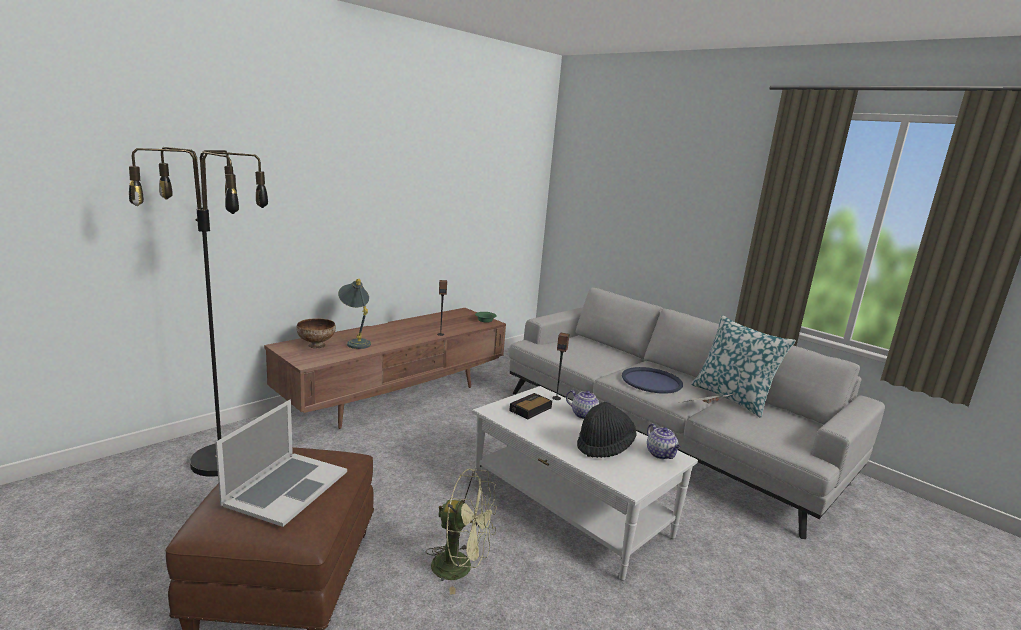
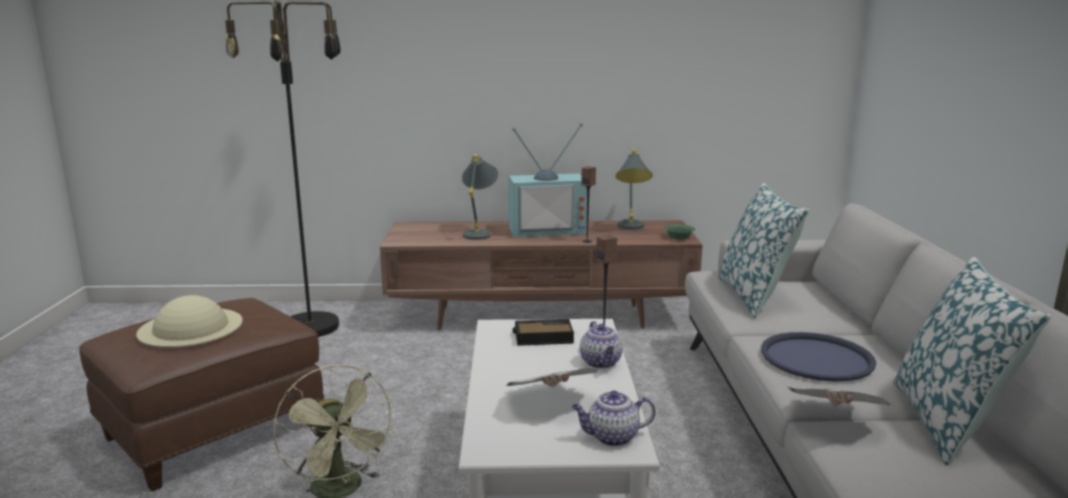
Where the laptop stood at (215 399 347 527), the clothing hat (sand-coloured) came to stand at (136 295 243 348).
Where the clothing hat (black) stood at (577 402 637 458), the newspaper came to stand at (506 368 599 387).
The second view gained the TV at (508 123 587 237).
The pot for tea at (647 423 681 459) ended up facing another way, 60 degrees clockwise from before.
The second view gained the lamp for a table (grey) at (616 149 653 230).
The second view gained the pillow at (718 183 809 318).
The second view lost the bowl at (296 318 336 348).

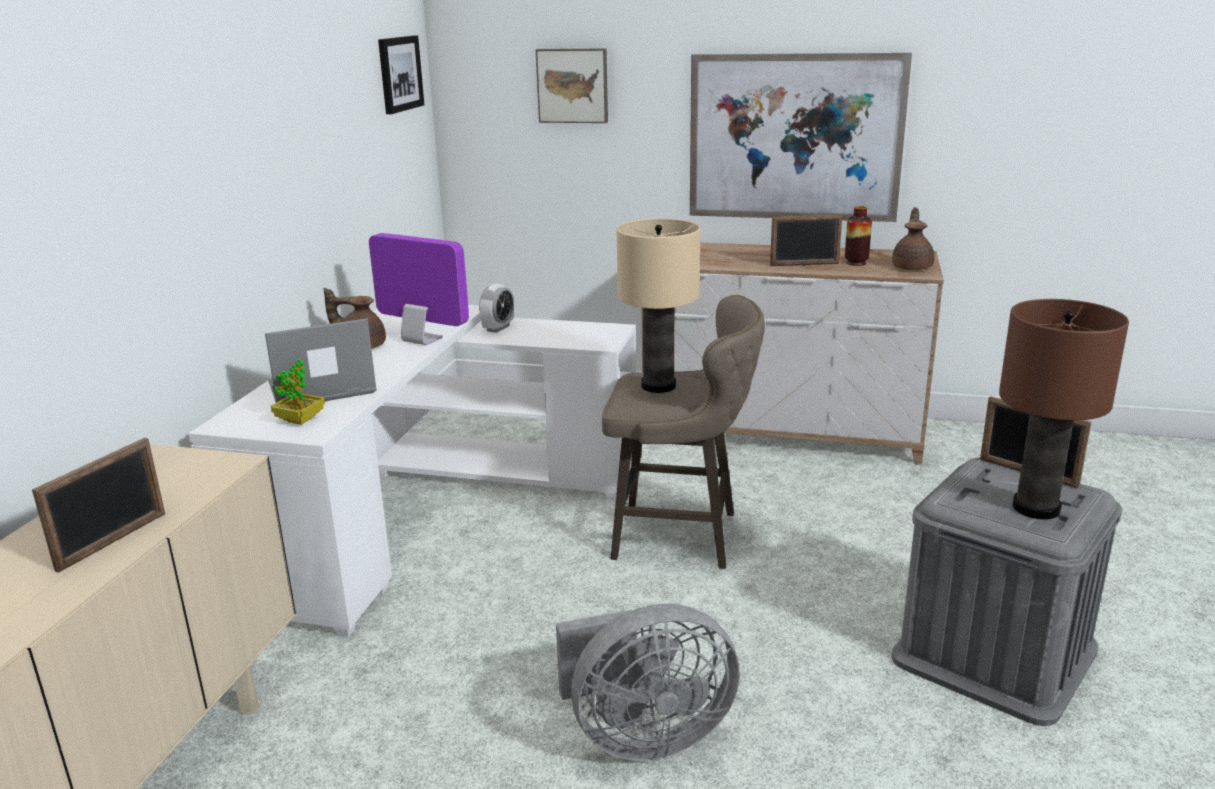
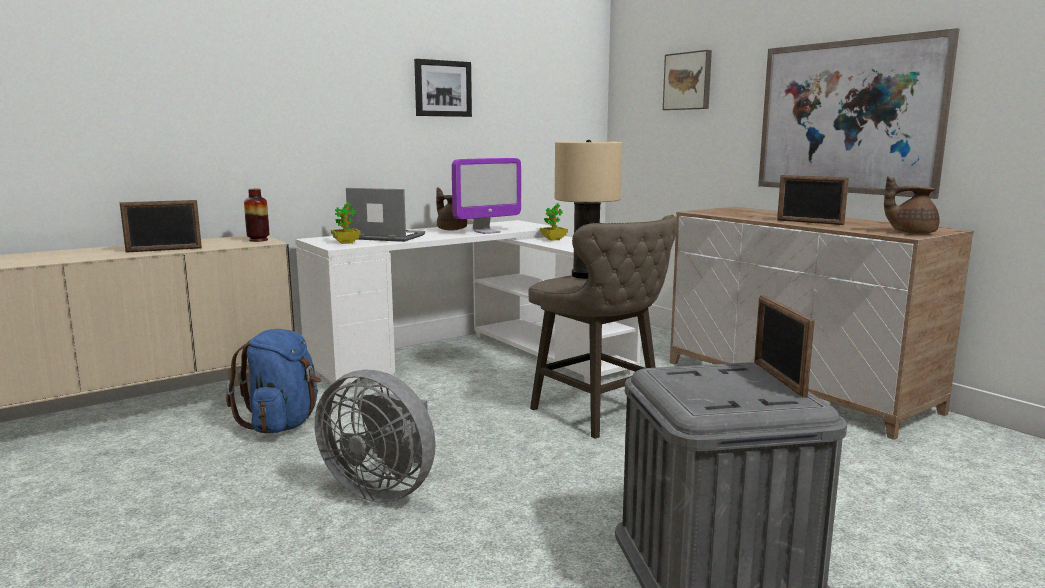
The second view gained the rucksack (blue) at (226 329 321 434).
The vase ended up elsewhere, having gone from (845 206 872 266) to (244 189 269 242).
The wall art ended up elsewhere, having gone from (378 35 424 114) to (414 59 472 117).
The computer display at (369 233 469 345) ended up facing another way, 75 degrees clockwise from before.
Where the bedside clock stood at (479 284 514 333), the plant in a pot came to stand at (540 203 568 241).
The pot for tea (brownish) at (892 207 934 270) ended up facing another way, 135 degrees counterclockwise from before.
The second view lost the lamp for a table (brownish) at (999 299 1129 519).

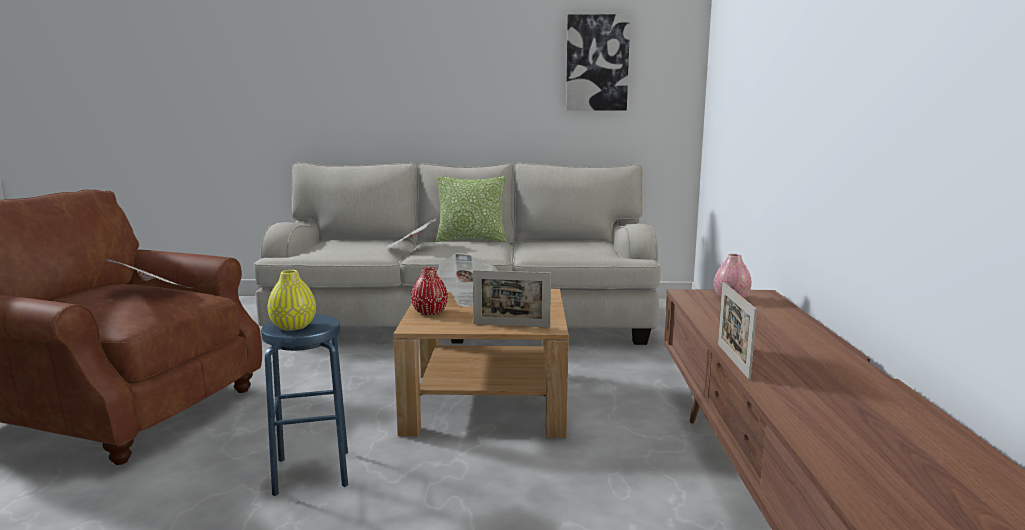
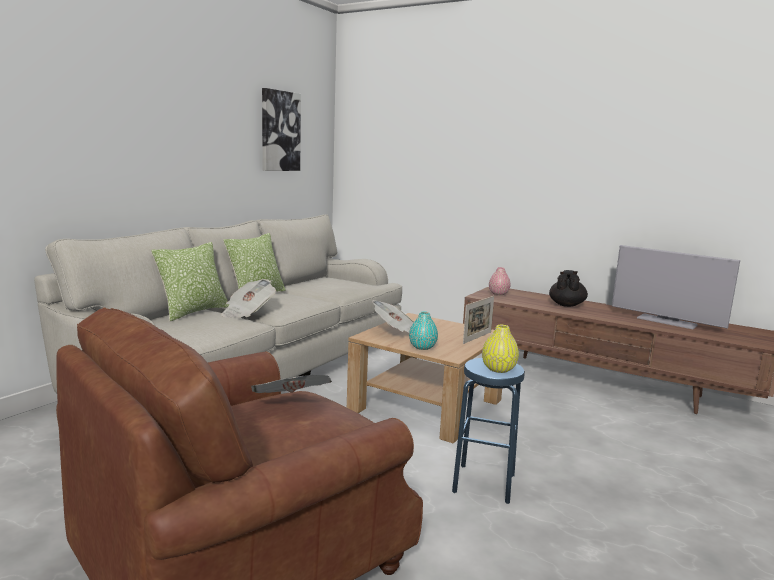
The second view gained the pillow at (151 242 229 321).
What was the vase (red) at (411 267 448 315) turned into the vase (turquoise-coloured) at (409 312 438 350).
The second view gained the pot for tea (black) at (549 270 588 307).
The second view gained the TV at (612 245 740 329).
The second view lost the standing frame at (718 282 757 380).

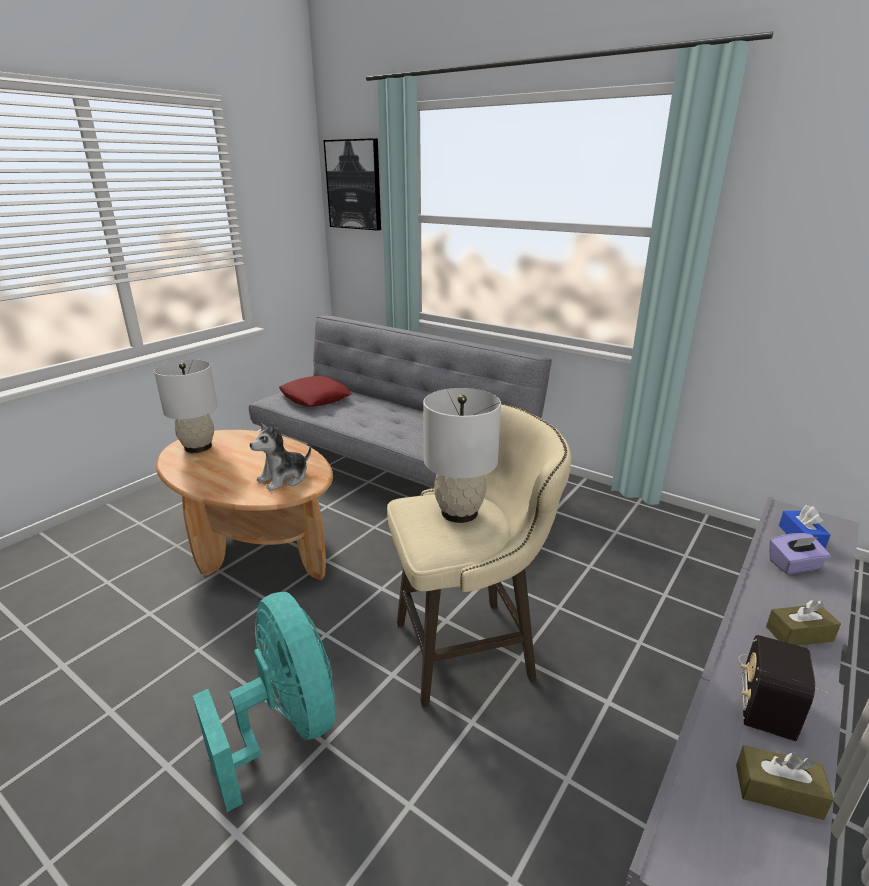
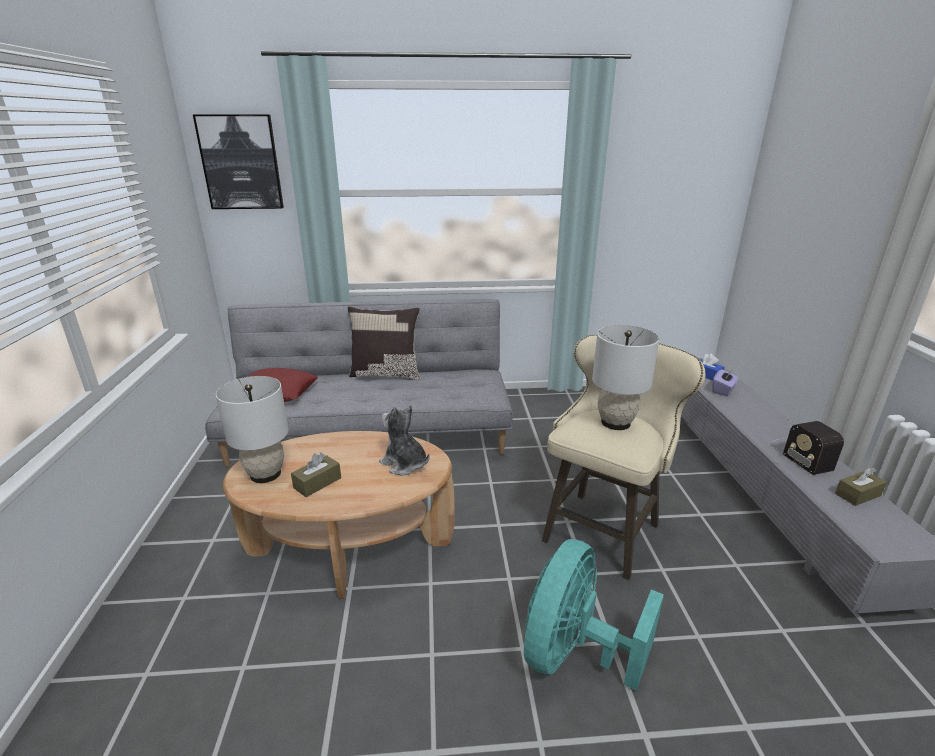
The tissue box (brownish) ended up elsewhere, having gone from (766 599 841 646) to (291 452 341 497).
The second view gained the pillow at (348 306 420 380).
The plush toy at (250 422 311 491) ended up facing another way, 120 degrees clockwise from before.
The fan (turquoise-coloured) at (193 592 335 812) ended up facing another way, 75 degrees counterclockwise from before.

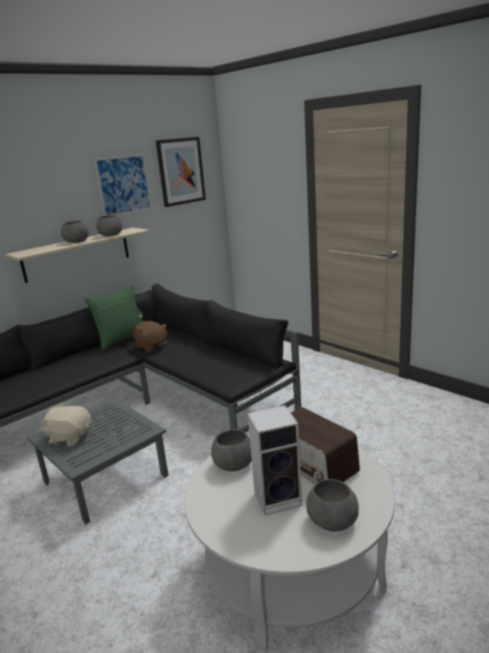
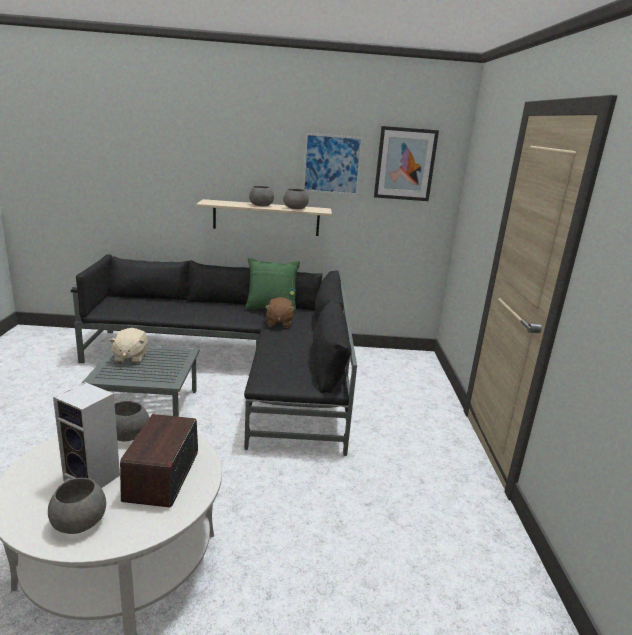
The plush toy (sand-coloured) at (41 403 91 446) ended up facing another way, 150 degrees counterclockwise from before.

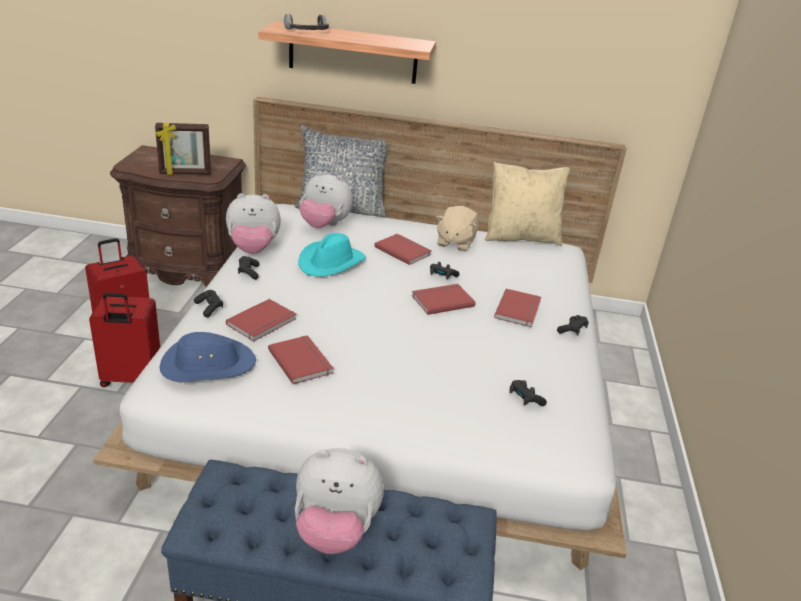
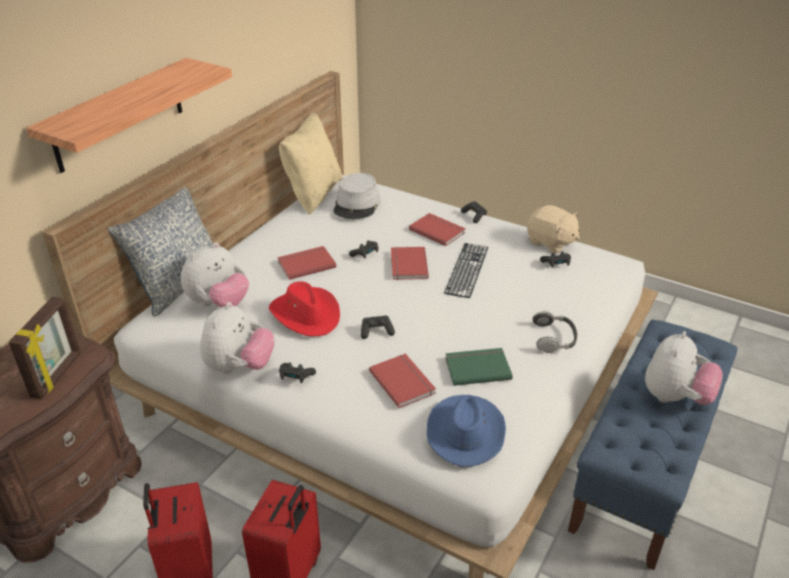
What was the clothing hat (turquoise-coloured) at (298 233 365 277) turned into the clothing hat (red) at (269 282 340 336).
The second view gained the clothing hat (grey) at (333 173 380 219).
The gamepad (black) ended up elsewhere, having gone from (194 290 223 317) to (361 315 395 339).
The second view gained the computer keyboard at (444 243 488 298).
What was the bound book (red) at (268 335 333 384) turned into the bound book (greenish) at (445 348 513 386).
The plush toy (sand-coloured) ended up elsewhere, having gone from (436 206 479 251) to (527 205 580 253).
The headphones ended up elsewhere, having gone from (284 14 329 30) to (532 311 577 353).

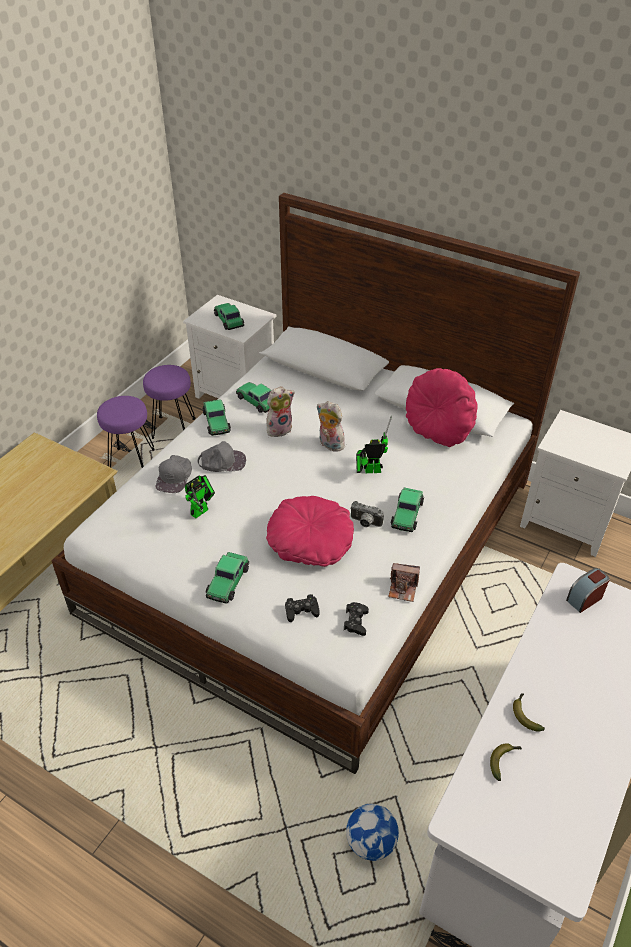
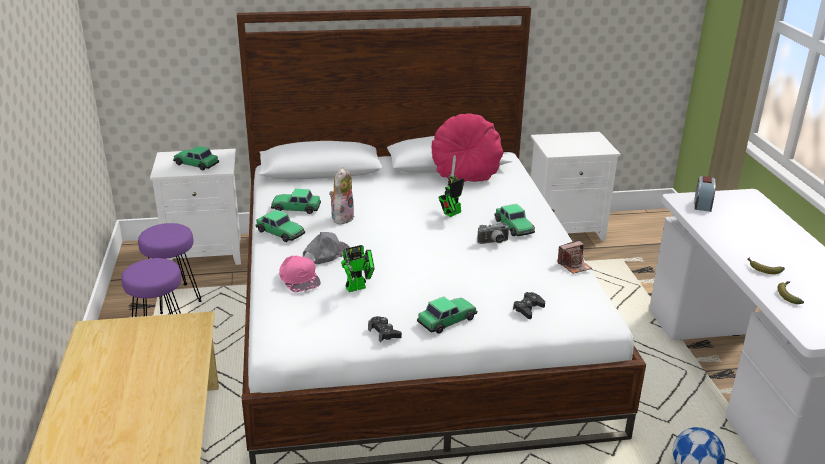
What was the peaked cap (grey) at (155 455 192 493) turned into the peaked cap (pinkish) at (279 255 321 292).
The toy robot at (185 475 215 518) ended up facing another way, 60 degrees clockwise from before.
The gamepad (black) ended up elsewhere, having gone from (344 602 369 636) to (368 316 402 342).
The model car at (205 552 249 604) ended up facing another way, 105 degrees counterclockwise from before.
The second view lost the pillow (pinkish) at (266 496 354 567).
The second view lost the plush toy at (316 401 345 452).

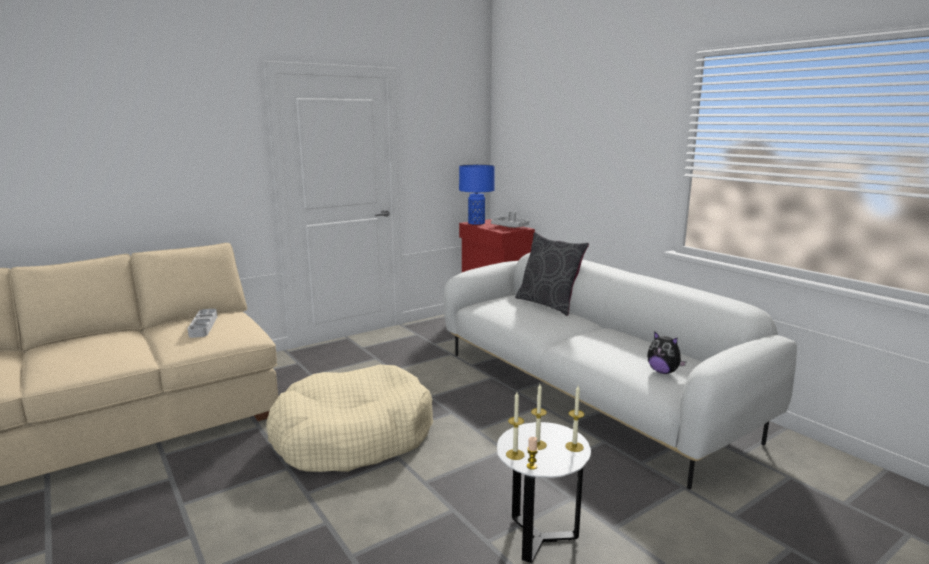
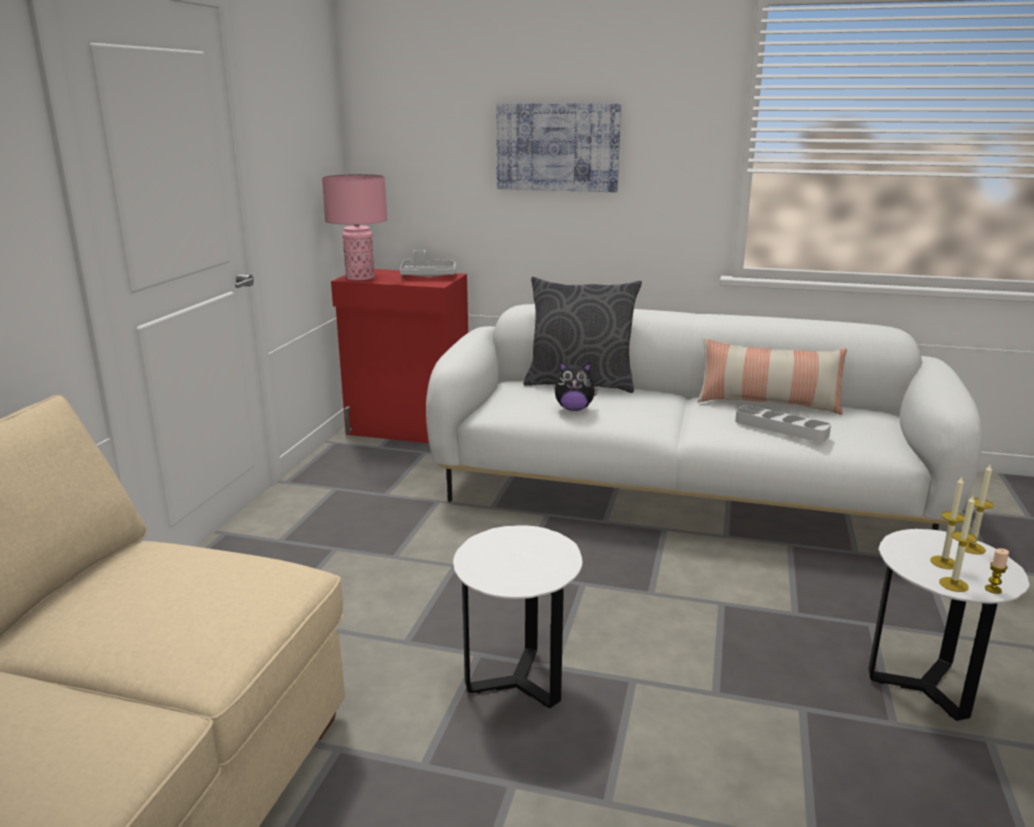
What was the lamp for a table (blue) at (459 164 495 225) turned into the lamp for a table (pinkish) at (322 174 387 280).
Where the dog cushion (sand-coloured) stood at (266 365 433 472), the end table (white) came to stand at (453 525 582 708).
The second view gained the wall art at (496 103 621 192).
The plush toy ended up elsewhere, having gone from (647 331 687 374) to (554 361 598 411).
The second view gained the pillow at (697 338 847 415).
The carrying tray (grey) ended up elsewhere, having gone from (187 309 217 338) to (735 405 831 442).

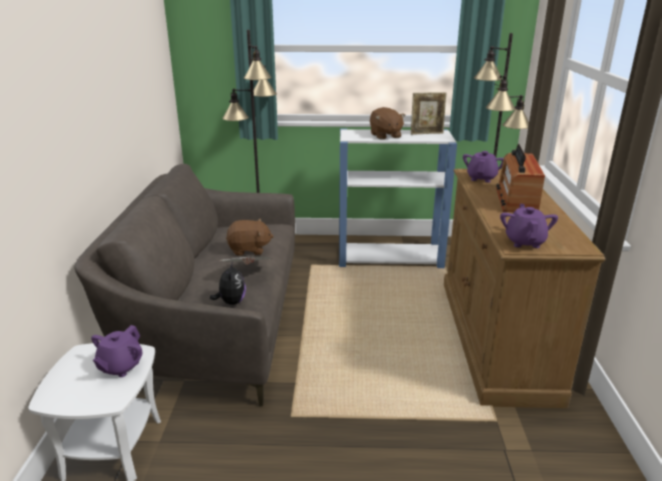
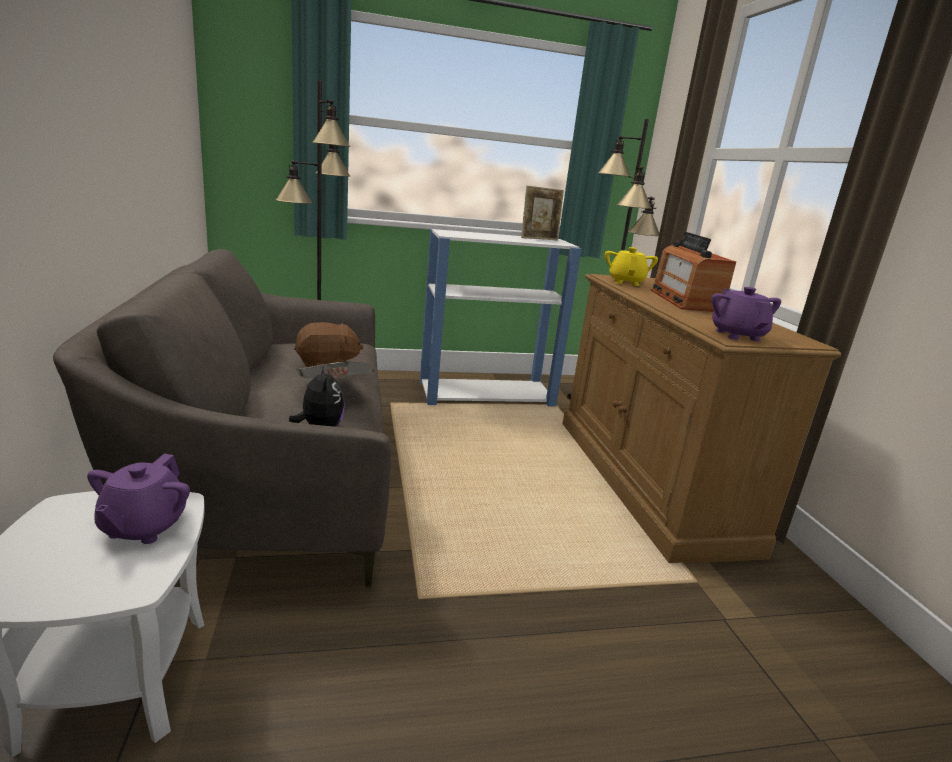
What was the pot for tea (purple-coloured) at (463 151 504 183) turned into the pot for tea (yellow) at (605 247 658 286).
The second view lost the plush toy (brownish) at (370 107 405 139).

